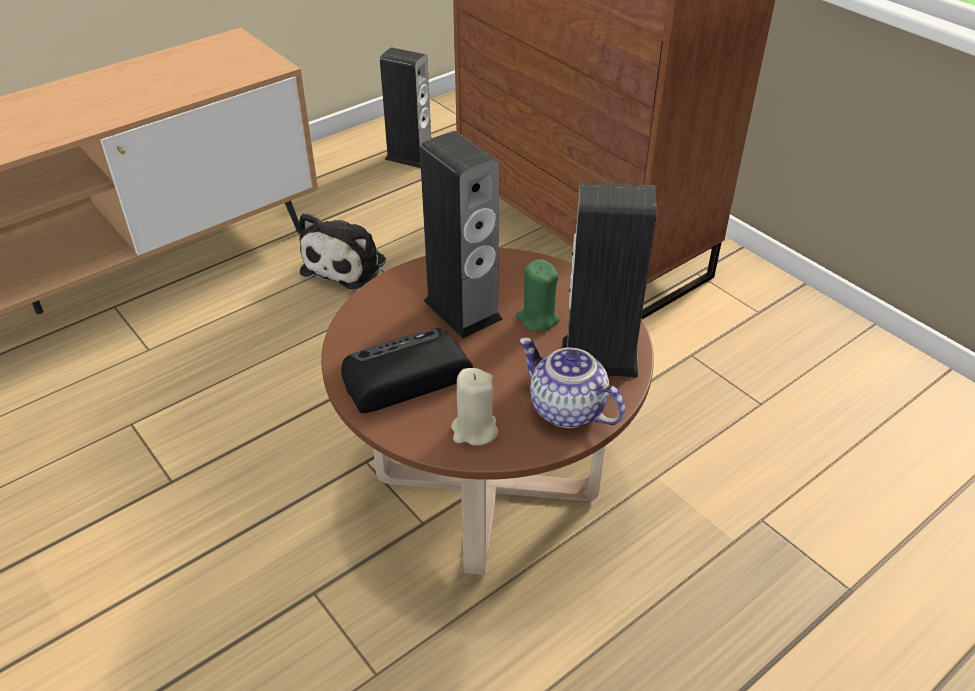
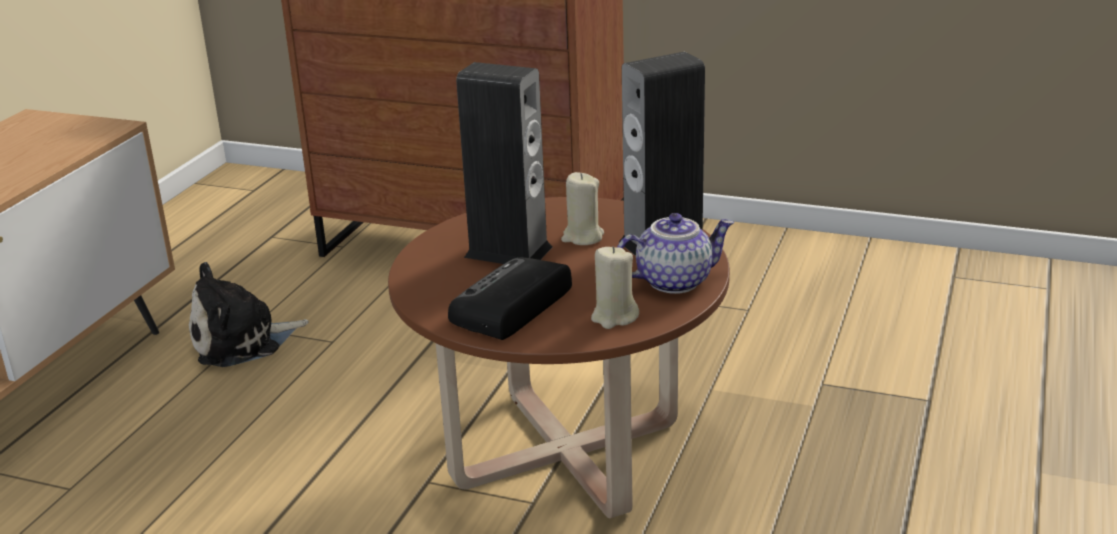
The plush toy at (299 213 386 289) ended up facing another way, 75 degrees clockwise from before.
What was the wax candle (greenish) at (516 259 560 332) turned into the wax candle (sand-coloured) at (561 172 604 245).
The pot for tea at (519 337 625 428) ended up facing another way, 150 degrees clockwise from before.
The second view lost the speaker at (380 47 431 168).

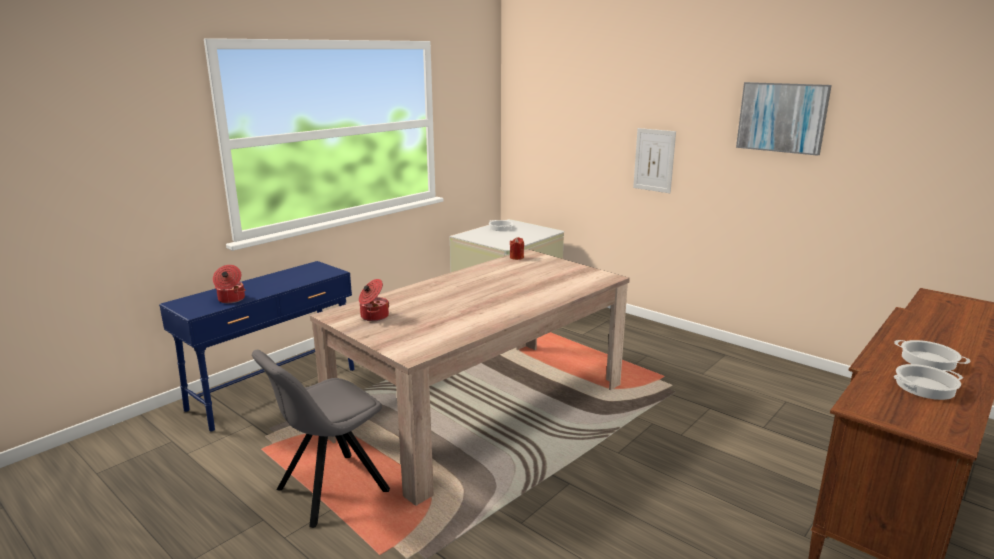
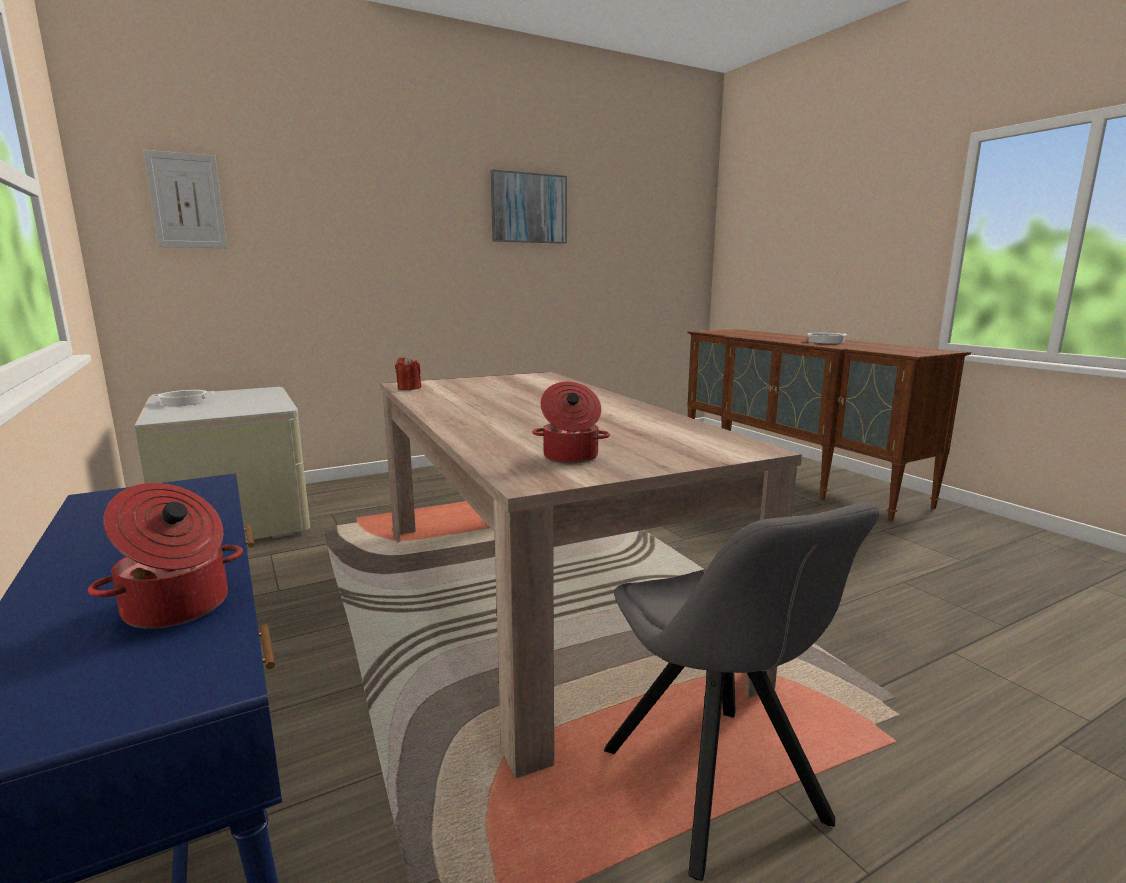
The wall art ended up elsewhere, having gone from (633 128 676 193) to (143 150 227 248).
The second view lost the cooking pot at (894 364 963 400).

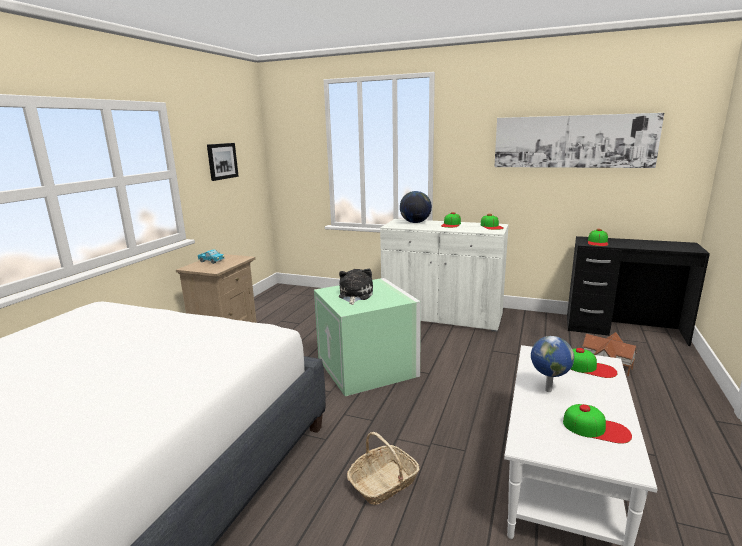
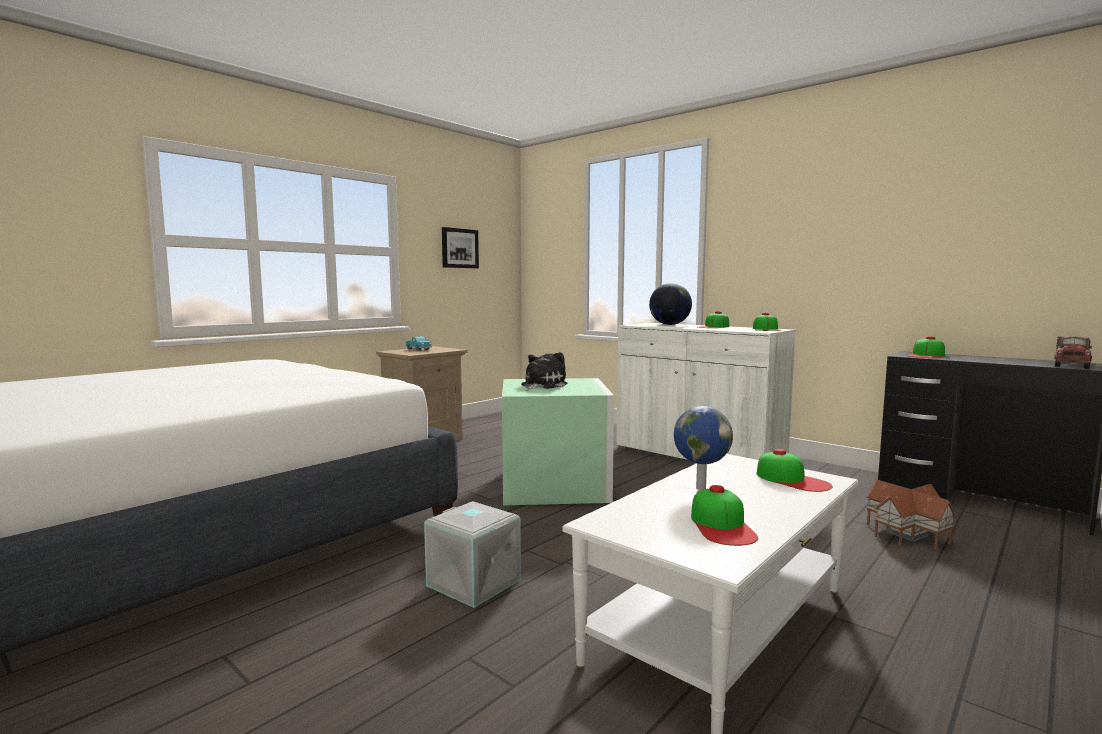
Where the basket stood at (347 432 420 505), the storage bin (grey) came to stand at (424 501 521 608).
The peaked cap at (563 404 632 444) ended up facing another way, 45 degrees clockwise from before.
The second view gained the toy truck at (1054 336 1092 369).
The second view lost the wall art at (494 113 664 168).

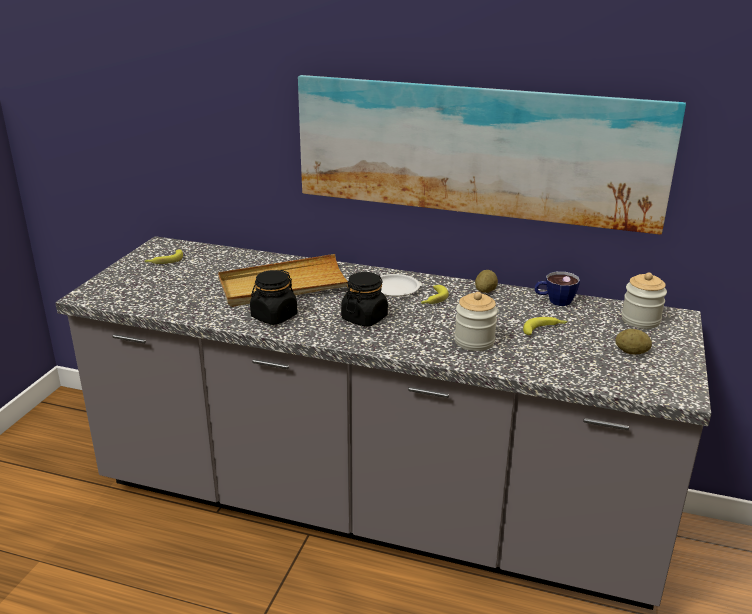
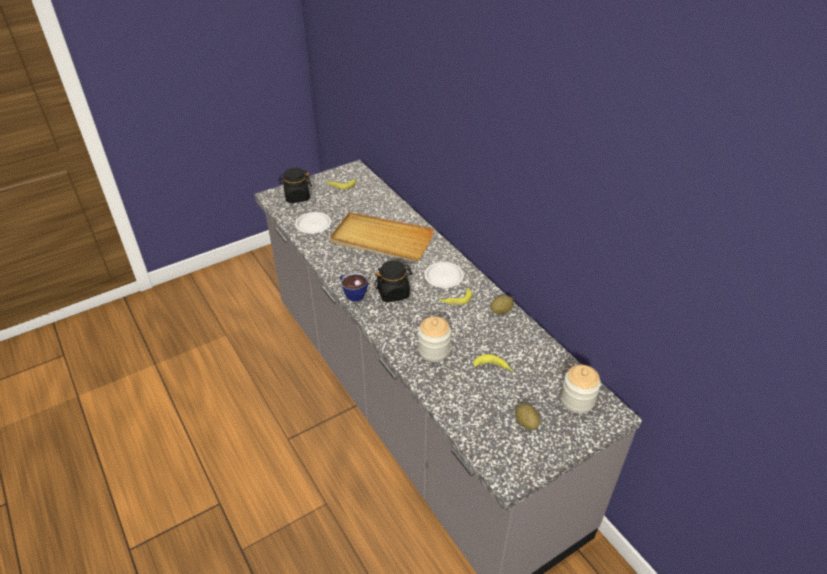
The preserve jar (black) ended up elsewhere, having gone from (250 270 297 325) to (279 168 312 203).
The second view gained the plate (white) at (295 212 331 234).
The cup ended up elsewhere, having gone from (535 271 580 306) to (340 272 368 302).
The second view lost the wall art at (298 75 686 235).

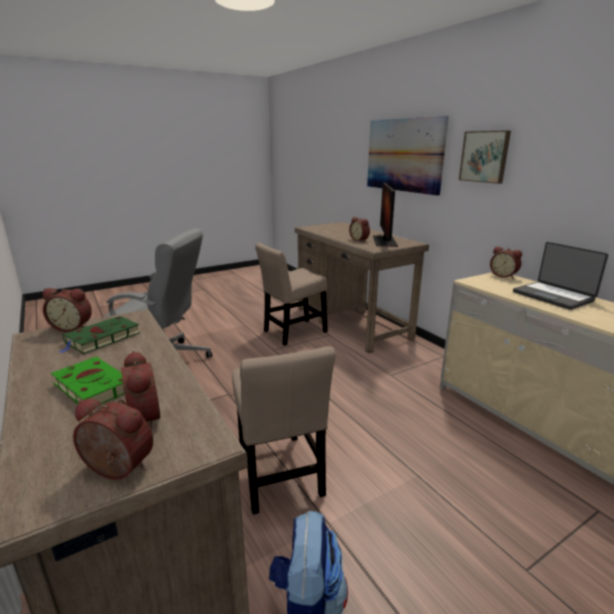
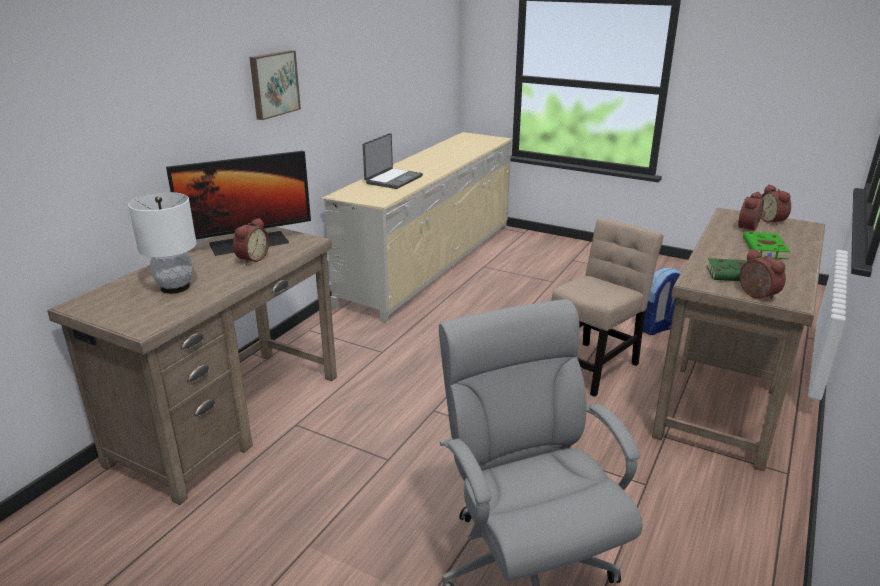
The second view gained the lamp for a table (white) at (128 192 196 294).
The second view lost the upright chair (sand-coloured) at (255 243 328 346).
The second view lost the wall art at (367 116 449 196).
The second view lost the bedside clock at (490 246 522 279).

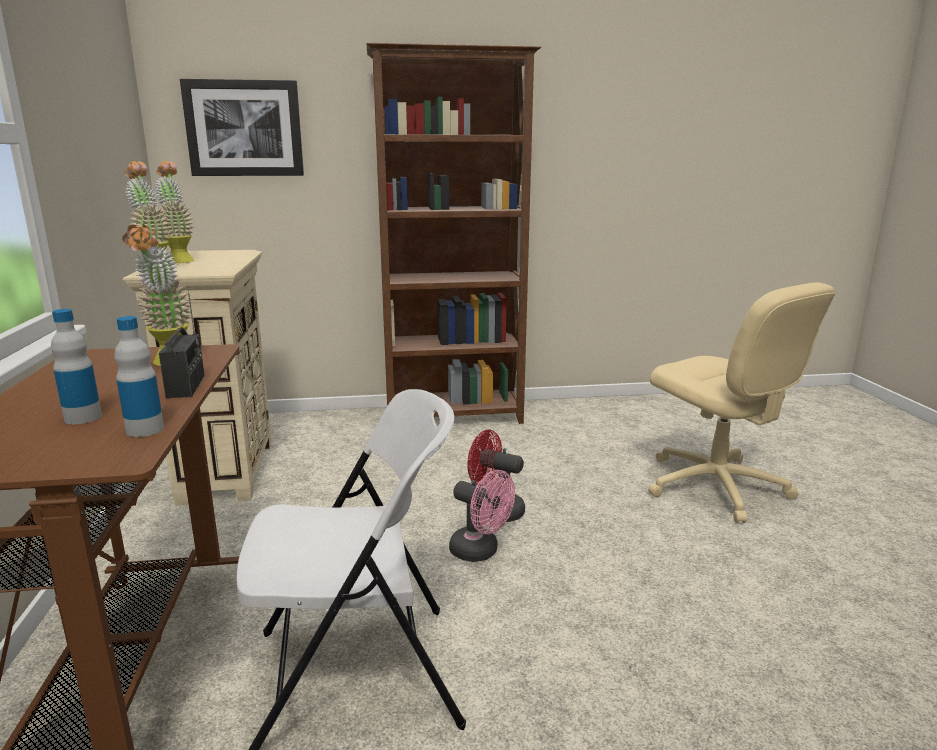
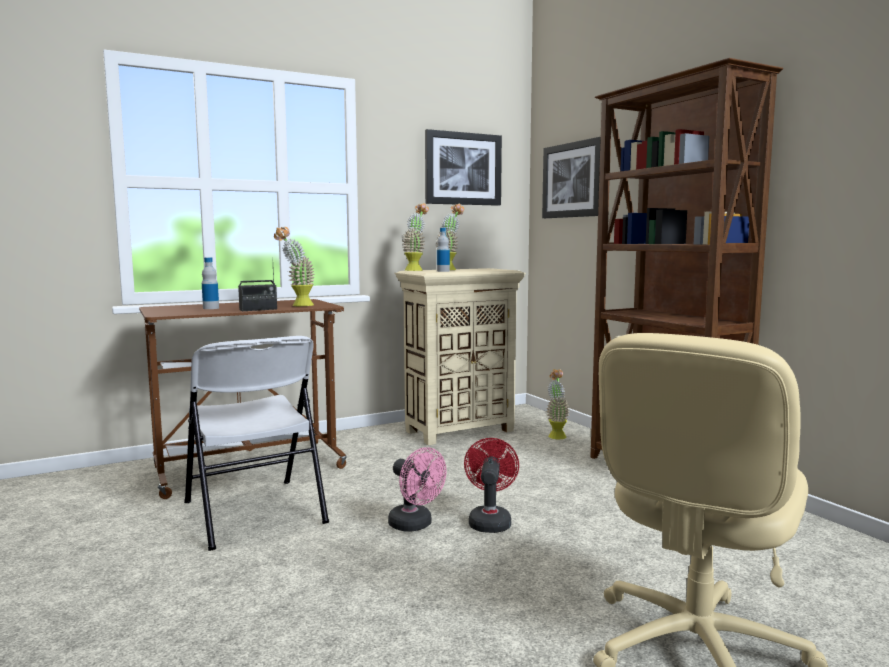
The fan (pinkish) at (449 470 515 562) ended up facing another way, 60 degrees counterclockwise from before.
The second view gained the wall art at (425 129 502 206).
The beverage bottle ended up elsewhere, having gone from (114 316 164 437) to (437 228 450 272).
The second view gained the plant in a pot at (546 369 569 439).

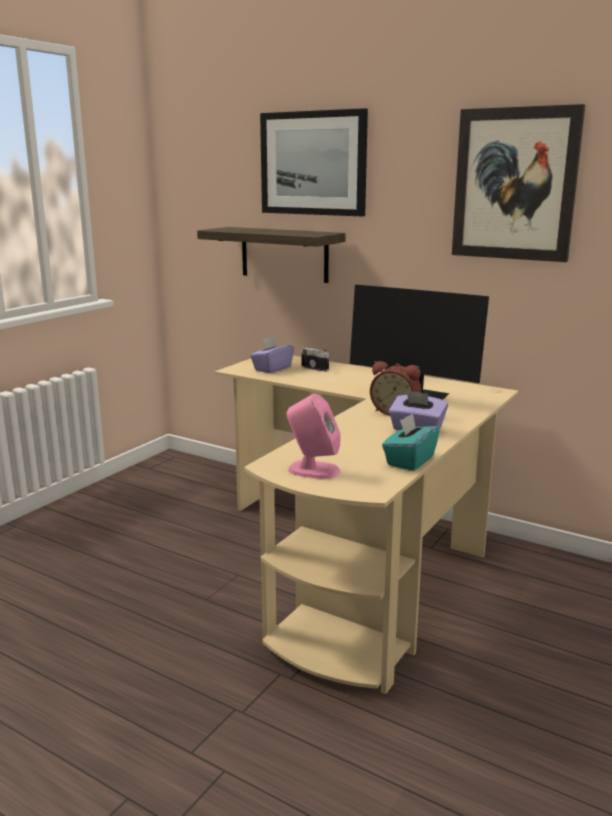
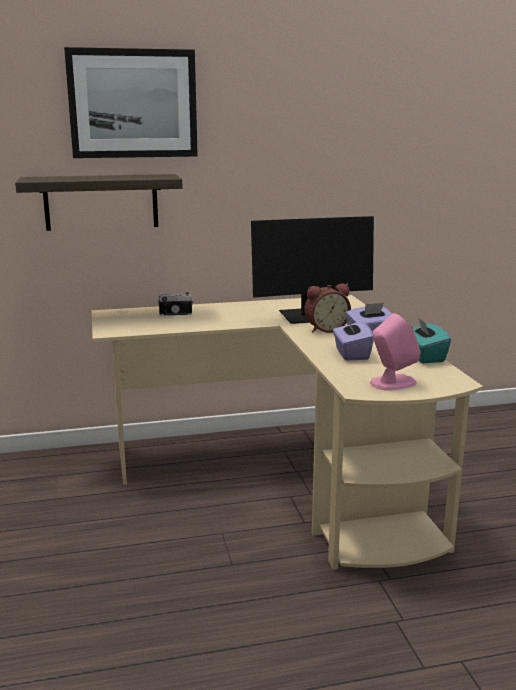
The tissue box (purple-coloured) ended up elsewhere, having gone from (250 336 294 373) to (333 316 374 361).
The second view lost the wall art at (452 104 585 262).

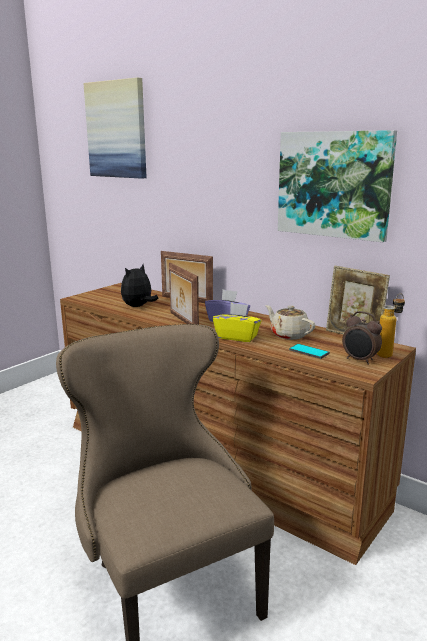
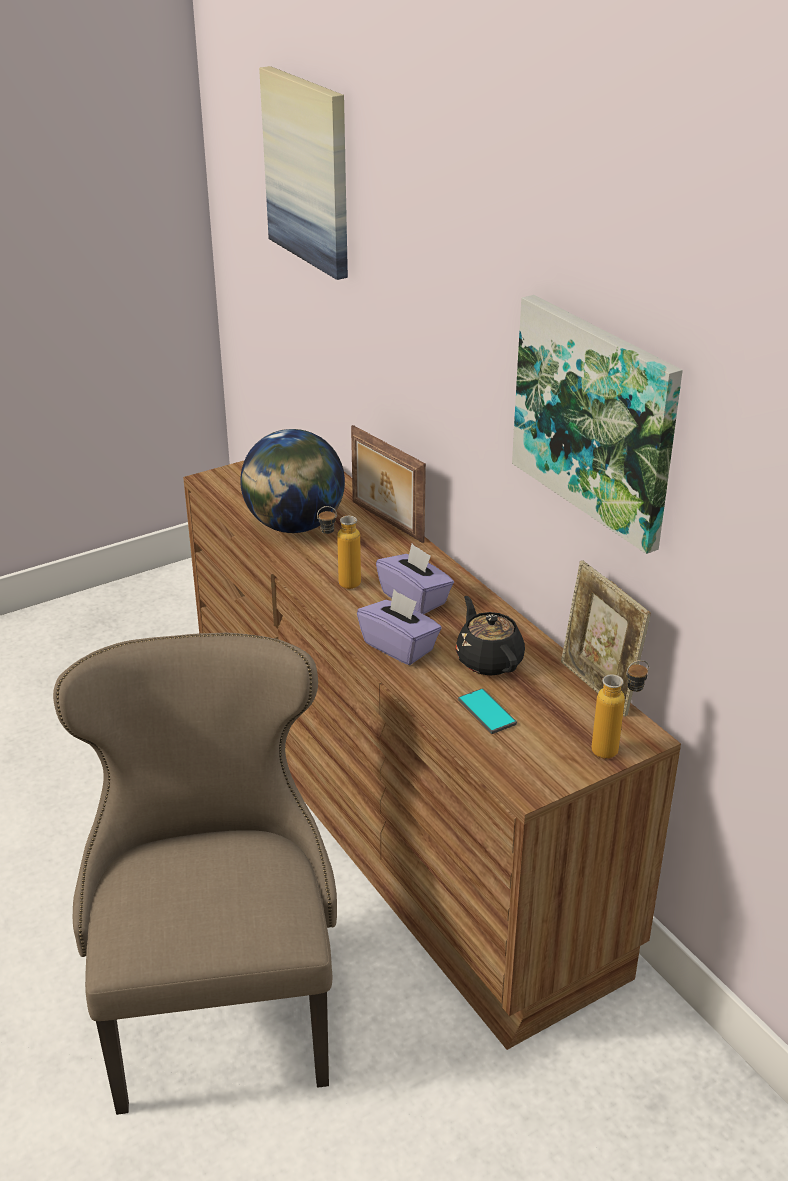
Where the plush toy stood at (121 264 158 307), the desk globe came to stand at (240 429 345 533).
Where the standing frame stood at (169 263 199 325), the beverage bottle came to stand at (317 506 361 589).
What was the tissue box (yellow) at (213 303 262 342) turned into the tissue box (purple-coloured) at (357 590 442 665).
What was the pot for tea (sand-coloured) at (265 305 315 340) turned into the pot for tea (black) at (455 596 525 676).
The second view lost the bedside clock at (342 311 382 365).

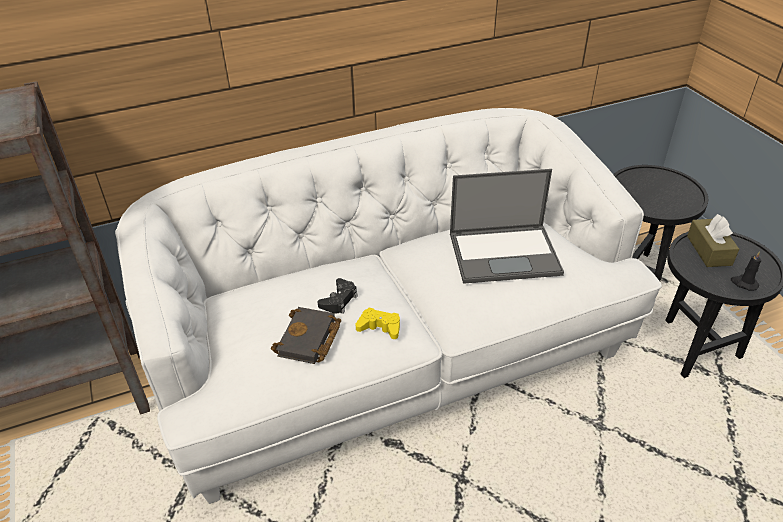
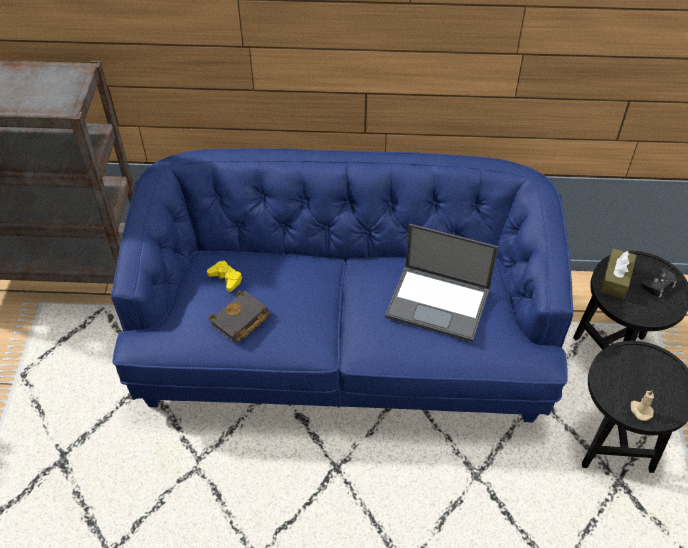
What was the sofa (white) at (115 108 662 504) turned into the sofa (blue) at (111 148 573 422).
The gamepad (yellow) ended up elsewhere, having gone from (356 308 400 339) to (207 261 242 292).
The tissue box (brownish) ended up elsewhere, having gone from (687 214 739 267) to (600 249 637 299).
What was the wax candle (black) at (731 251 761 291) turned into the wax candle (sand-coloured) at (631 390 654 421).
The gamepad (black) ended up elsewhere, having gone from (318 278 358 314) to (641 267 677 298).

